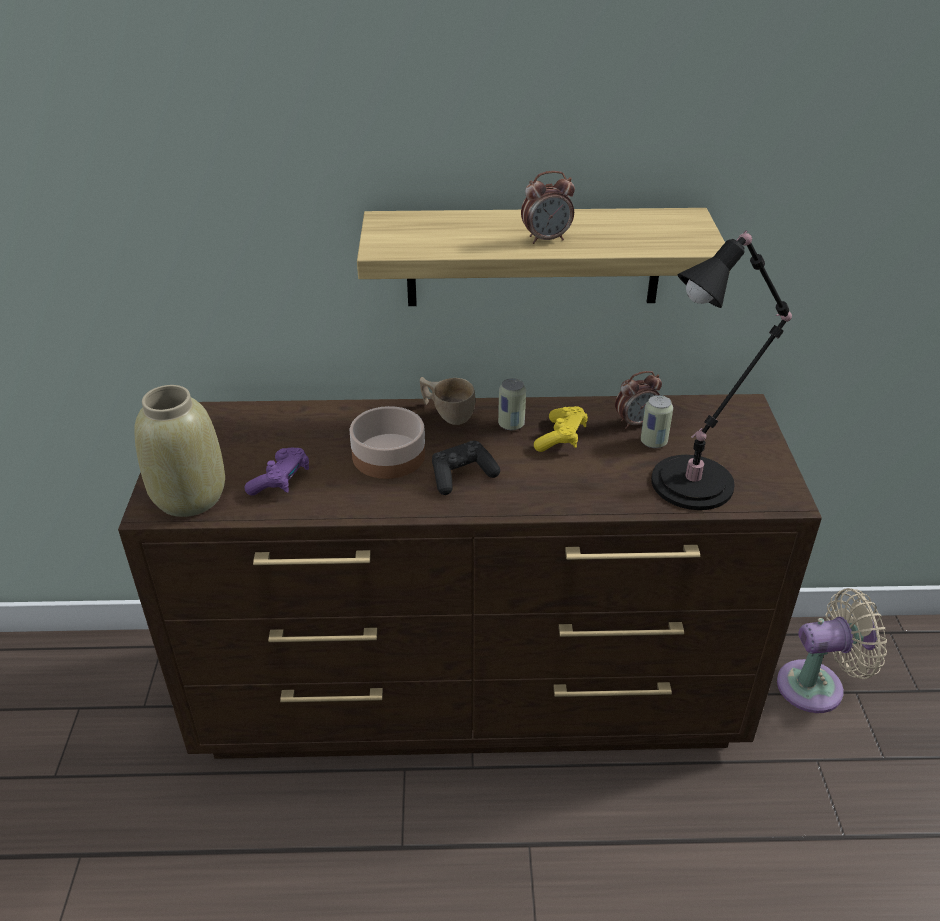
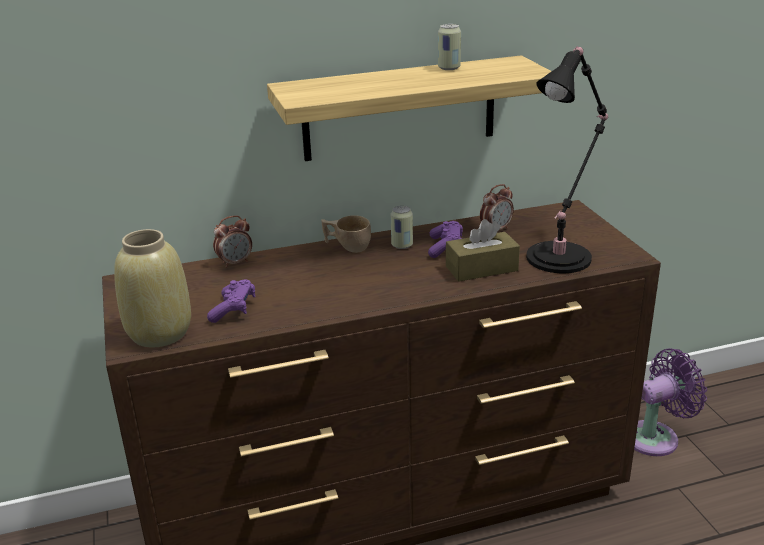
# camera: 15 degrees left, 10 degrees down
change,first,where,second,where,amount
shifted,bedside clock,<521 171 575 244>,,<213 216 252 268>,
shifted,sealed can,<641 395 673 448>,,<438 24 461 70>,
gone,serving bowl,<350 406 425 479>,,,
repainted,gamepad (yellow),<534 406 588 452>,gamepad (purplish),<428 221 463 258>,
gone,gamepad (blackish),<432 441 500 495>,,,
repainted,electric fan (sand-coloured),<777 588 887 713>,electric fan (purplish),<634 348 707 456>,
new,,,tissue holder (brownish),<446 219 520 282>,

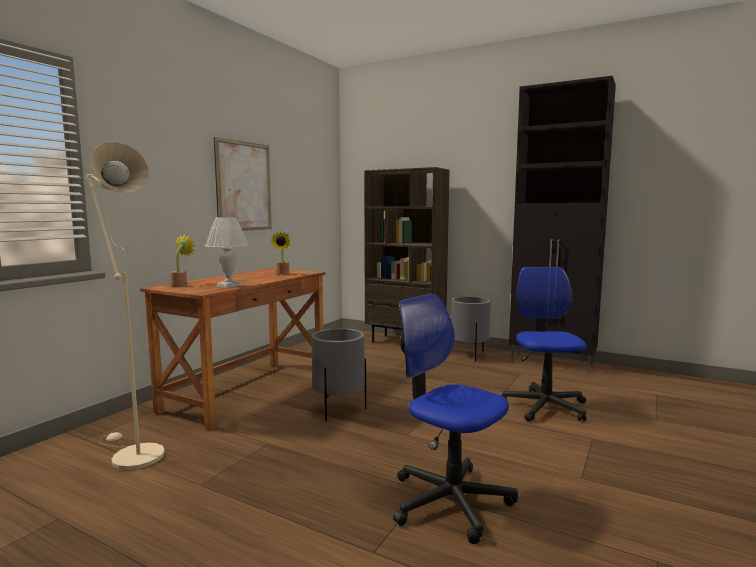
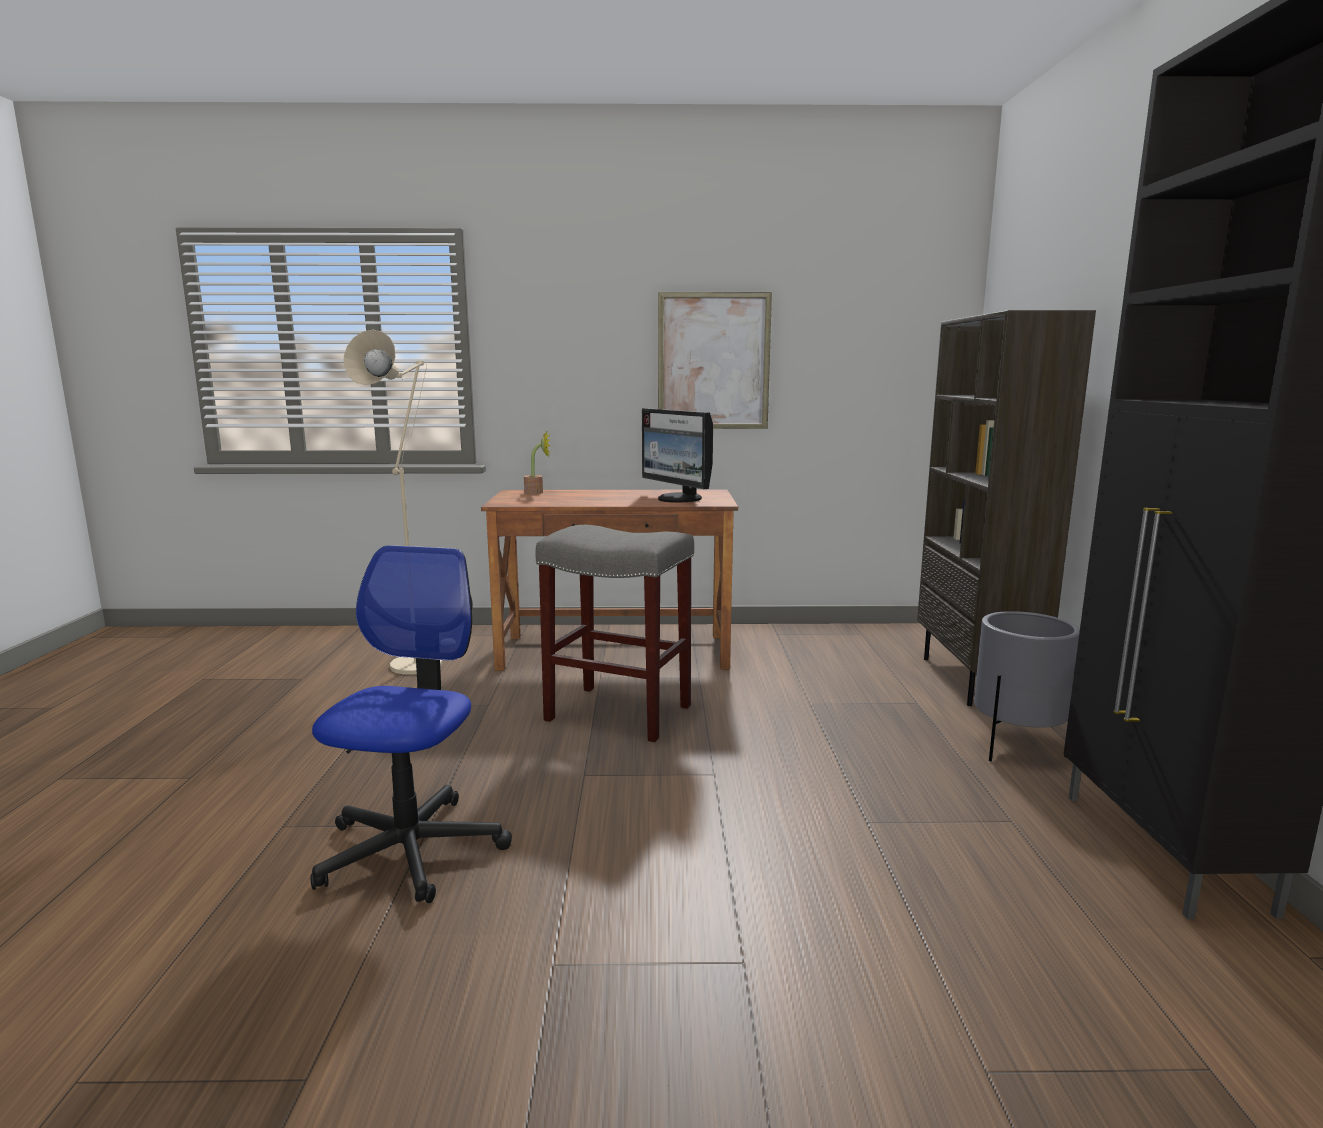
# camera: 60 degrees right, 5 degrees up
change,first,where,second,where,amount
gone,lamp for a table (white-coloured),<205 217 249 288>,,,
swapped,houseplant,<270 231 292 275>,computer display,<642 408 713 502>,
gone,computer chair,<501 267 586 422>,,,
swapped,planter (grey),<311 328 366 421>,stool seat (grey),<535 525 694 742>,

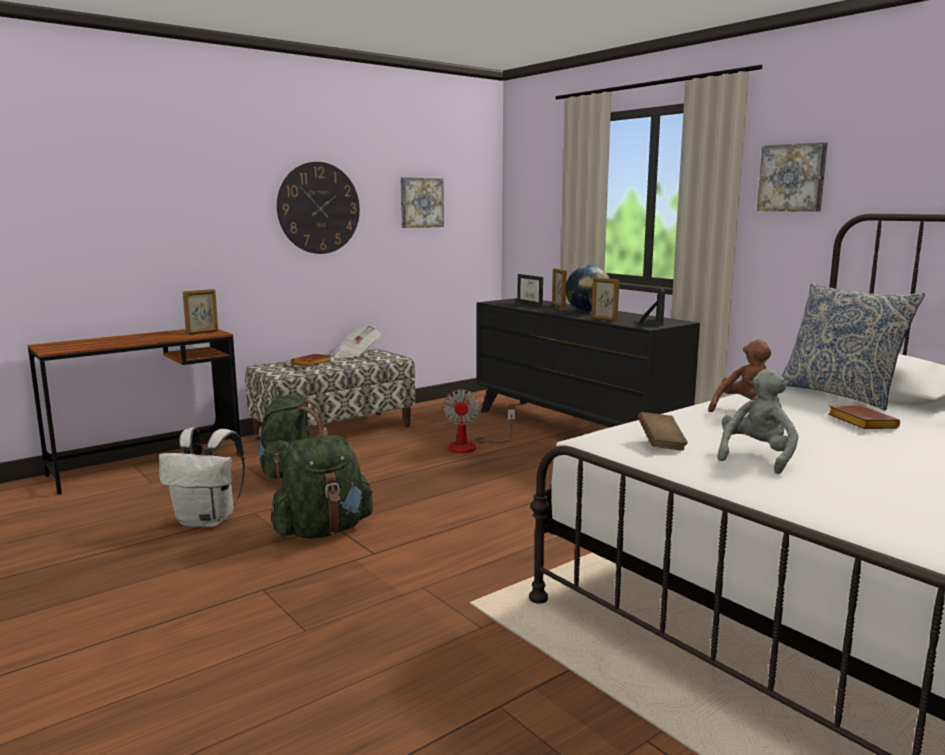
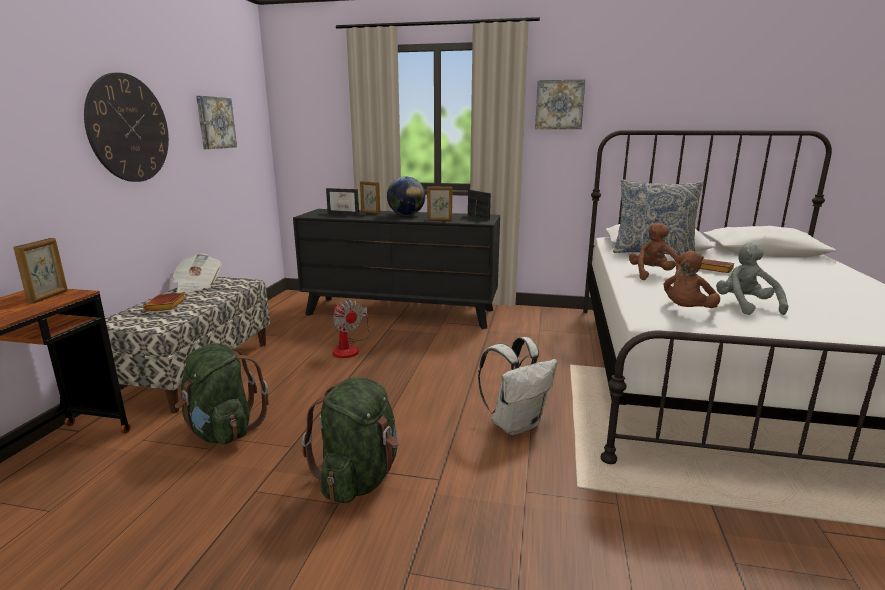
# camera: 40 degrees left, 5 degrees up
change,first,where,second,where,amount
swapped,bound book (brownish),<638 412 688 451>,plush toy (brownish),<663 251 720 308>,
shifted,knapsack (white-coloured),<159 428 245 528>,,<478 337 557 435>,

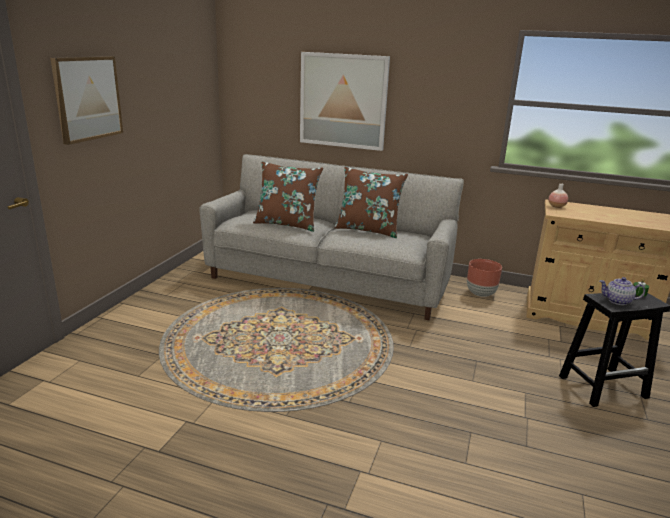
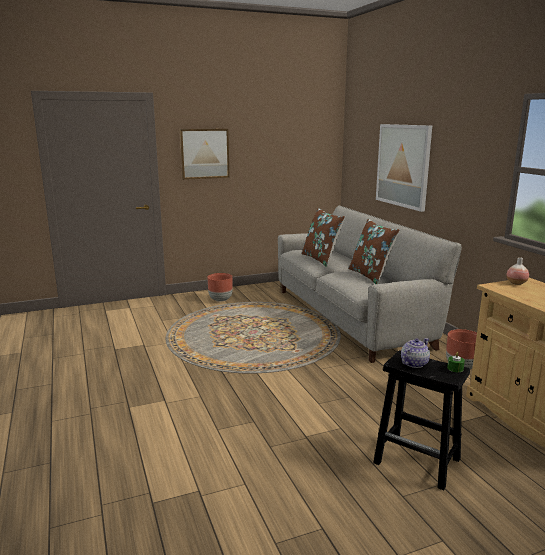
# camera: 50 degrees right, 5 degrees down
change,first,where,second,where,amount
rotated,pot for tea,<599 277 645 305>,,<401 338 430 368>,75 degrees clockwise
new,,,planter (brownish),<207 273 233 302>,

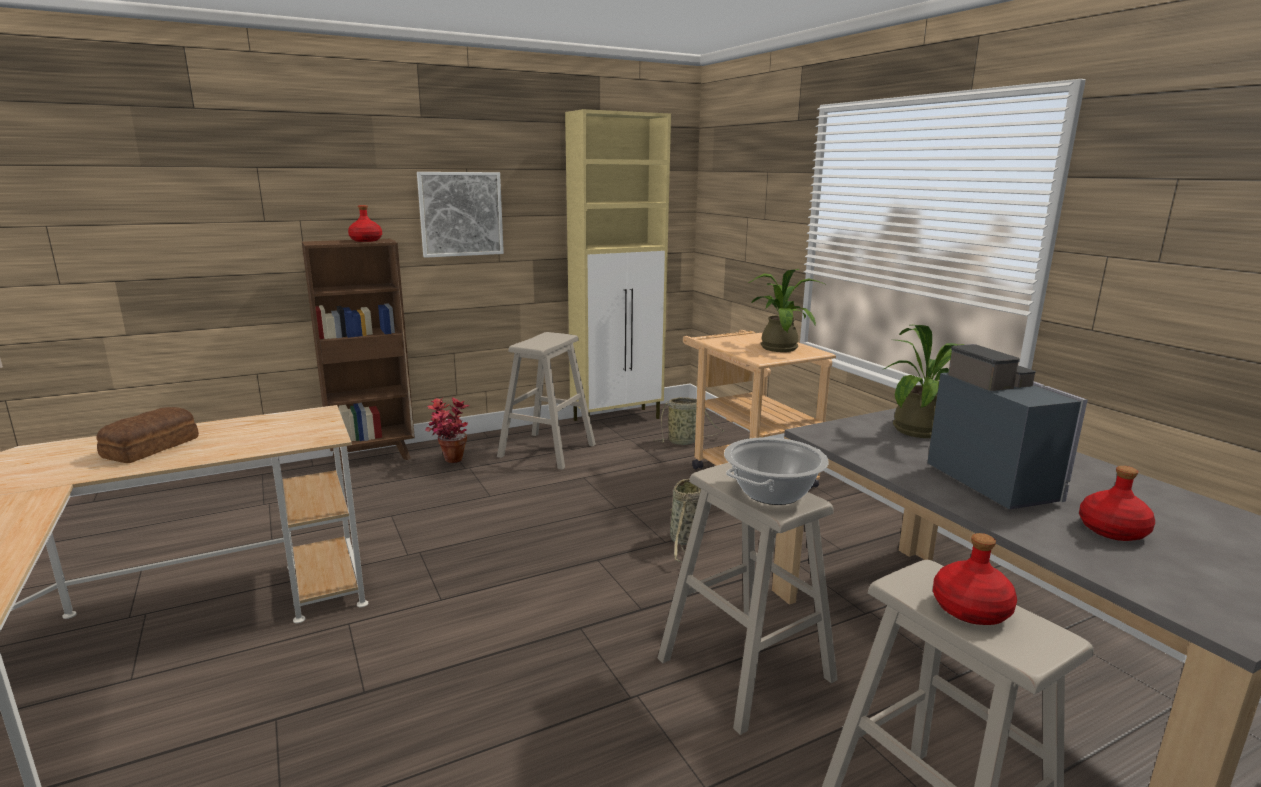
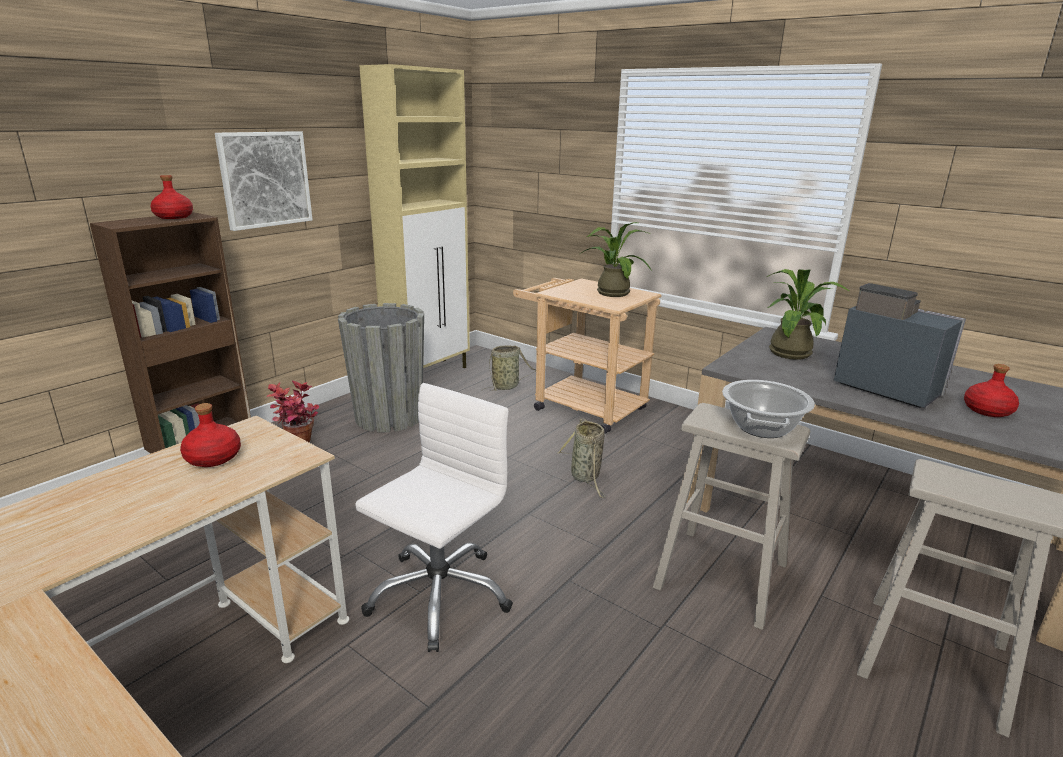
# camera: 25 degrees left, 5 degrees up
change,first,where,second,where,amount
swapped,stool seat (sand-coloured),<497 332 596 470>,planter (grey),<338 303 424 432>,
gone,baked bread,<96 407 199 463>,,,
shifted,drink bottle (reddish),<933 533 1017 625>,,<180 403 241 467>,
new,,,computer chair (white-coloured),<355 383 513 652>,

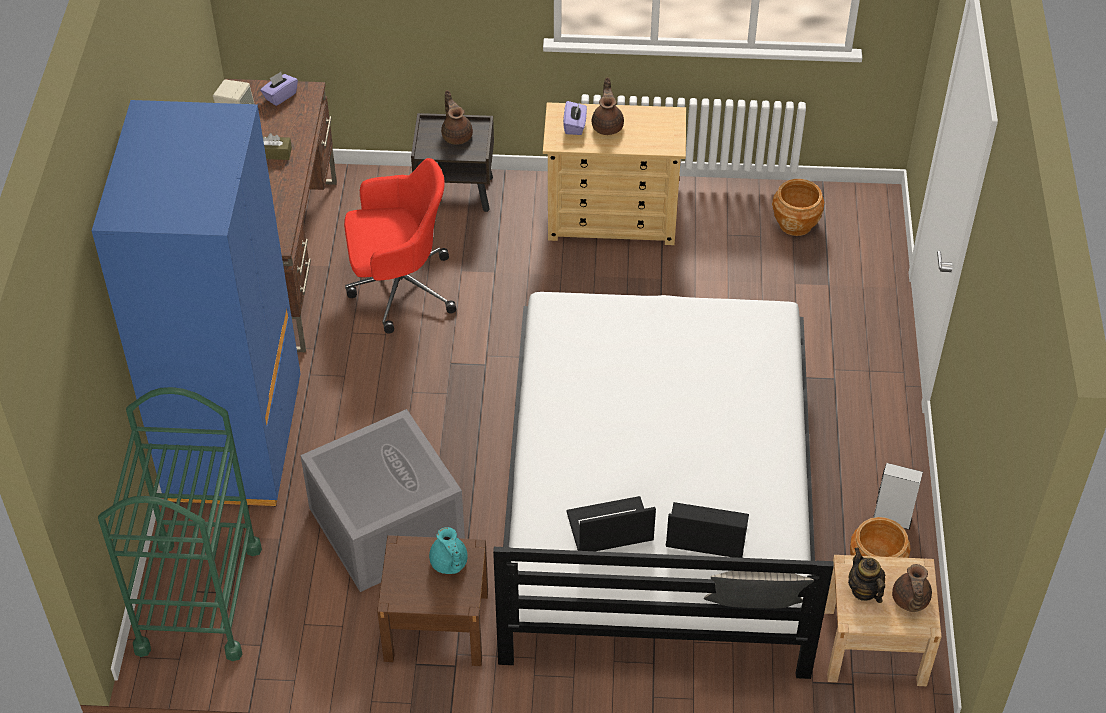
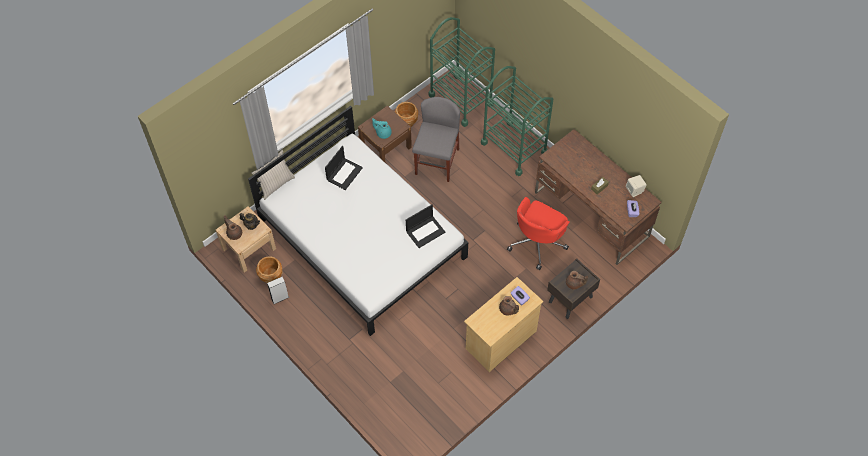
# camera: 135 degrees right, 10 degrees up
change,first,where,second,where,amount
swapped,armoire (blue),<92 100 301 506>,cart (green-coloured),<481 66 553 176>,
shifted,planter (brownish),<772 179 824 236>,,<395 102 418 127>,
swapped,storage container (grey),<300 409 465 592>,plain chair (grey),<412 97 460 182>,
shifted,portable computer,<666 502 749 558>,,<406 205 446 248>,

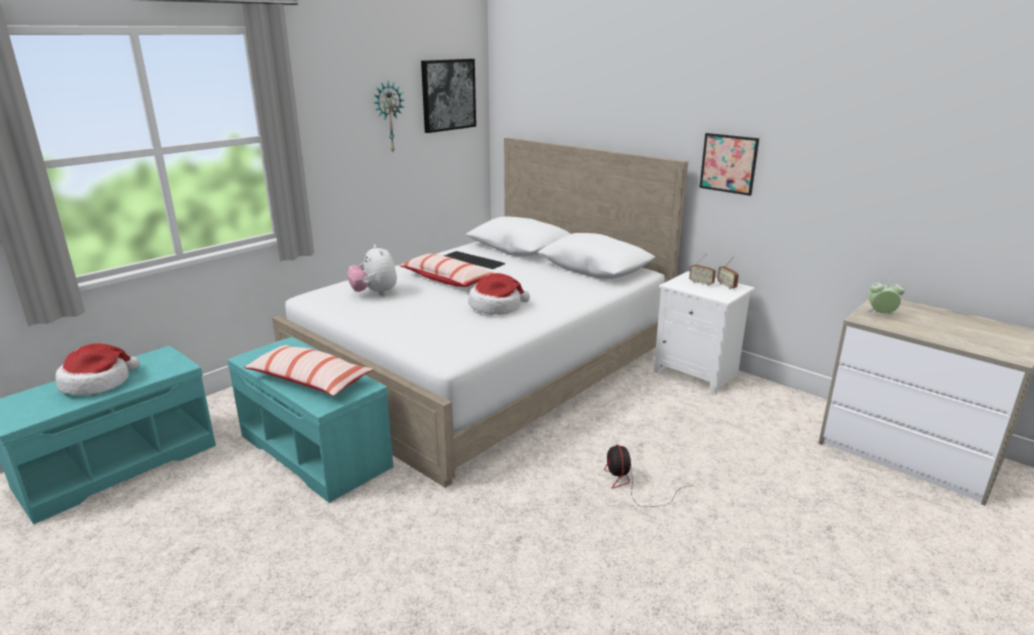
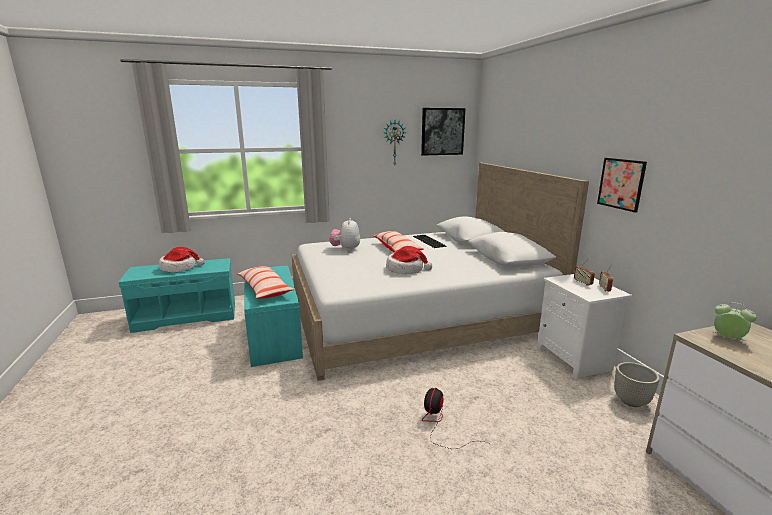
# camera: 30 degrees right, 5 degrees down
change,first,where,second,where,amount
new,,,planter (grey),<614 362 659 407>,

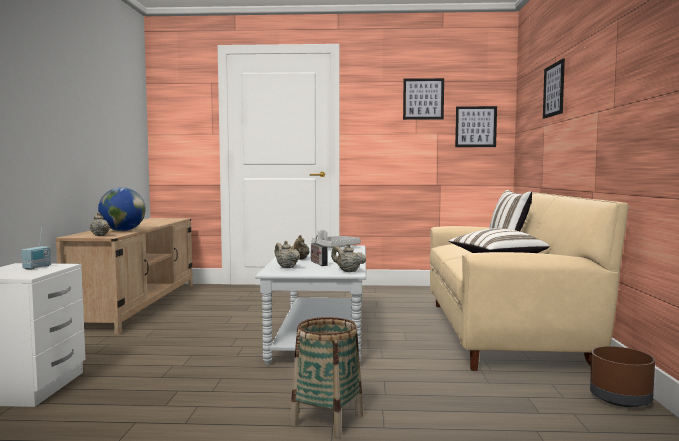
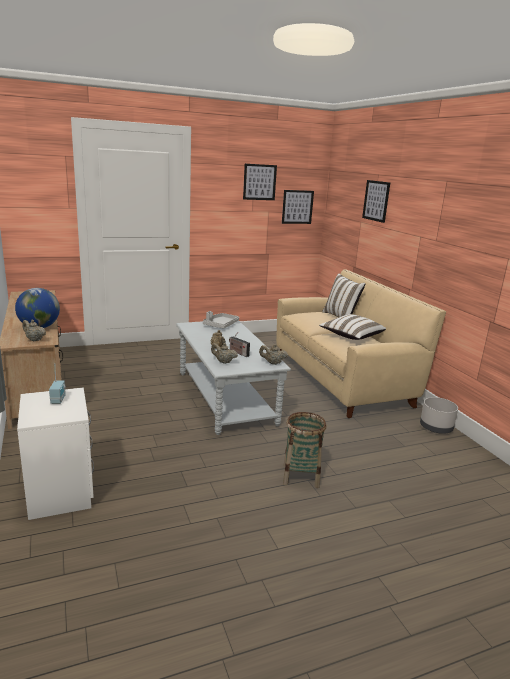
# camera: 25 degrees left, 15 degrees up
change,first,where,second,where,amount
repainted,planter (brownish),<590 346 655 407>,planter (grey),<420 397 458 434>,

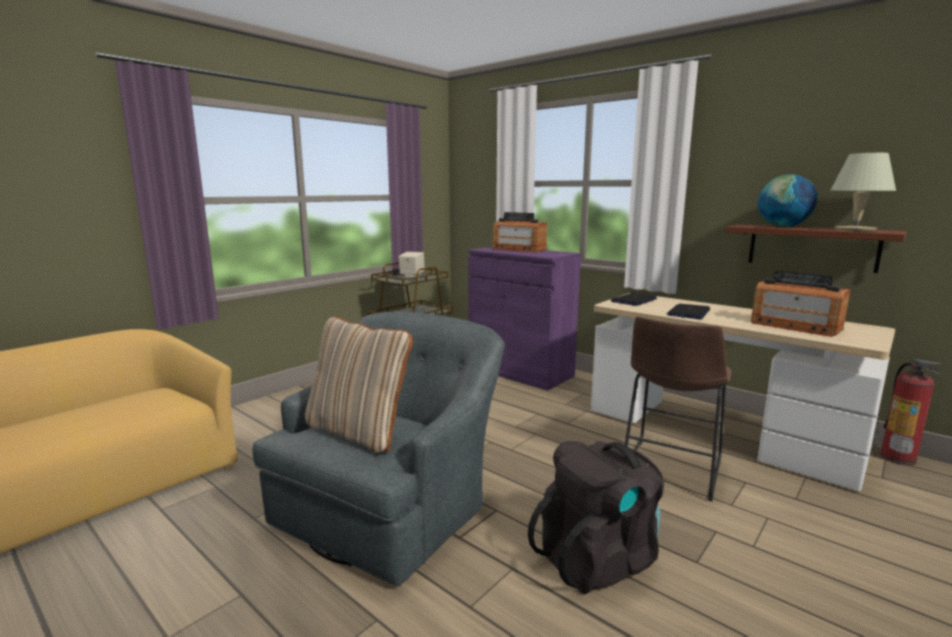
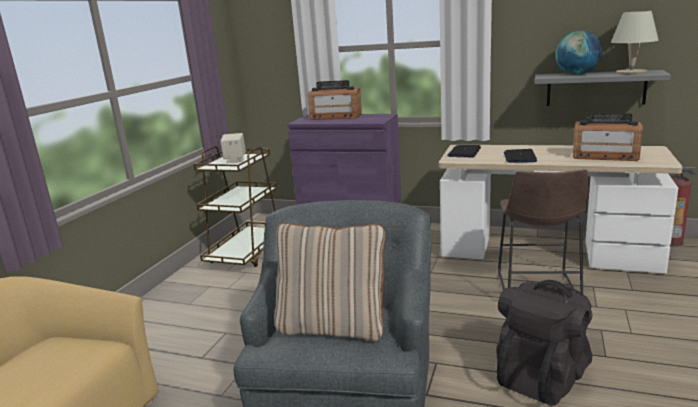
# camera: 20 degrees left, 5 degrees up
change,first,where,second,where,amount
repainted,shelf (brownish),<725 224 907 273>,shelf (grey),<535 70 671 106>,

